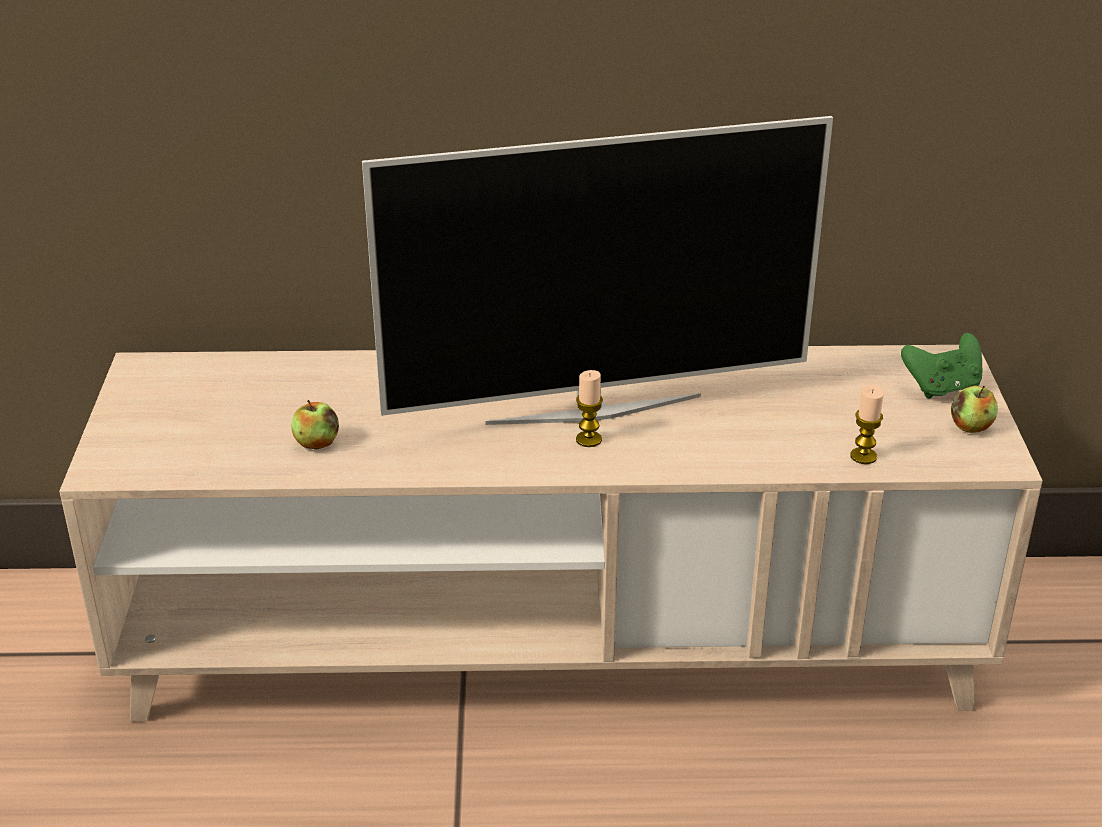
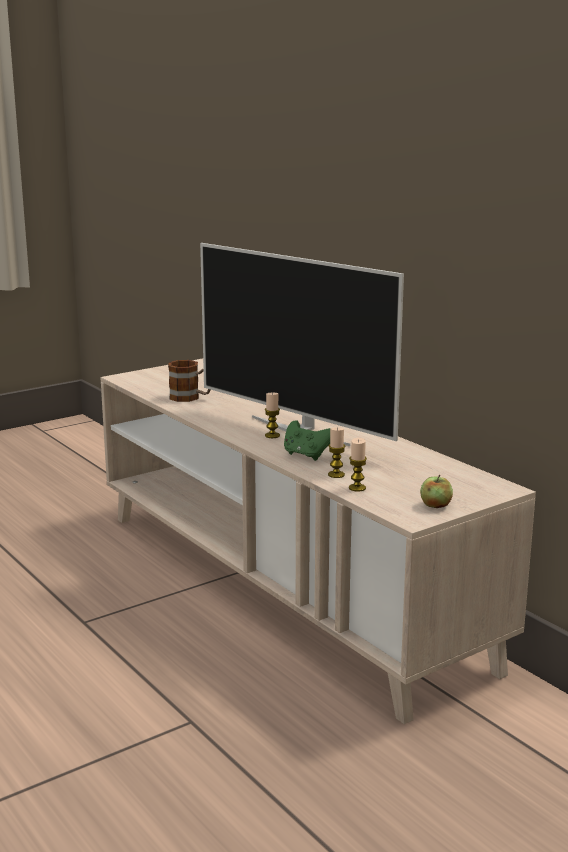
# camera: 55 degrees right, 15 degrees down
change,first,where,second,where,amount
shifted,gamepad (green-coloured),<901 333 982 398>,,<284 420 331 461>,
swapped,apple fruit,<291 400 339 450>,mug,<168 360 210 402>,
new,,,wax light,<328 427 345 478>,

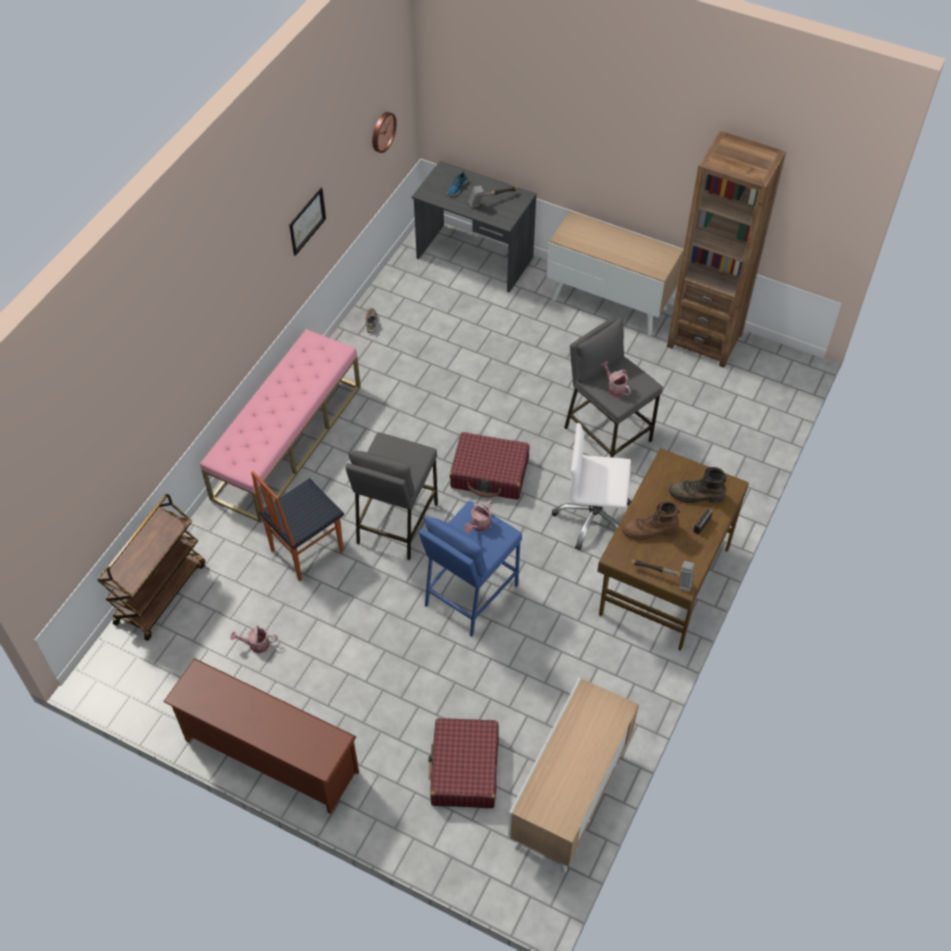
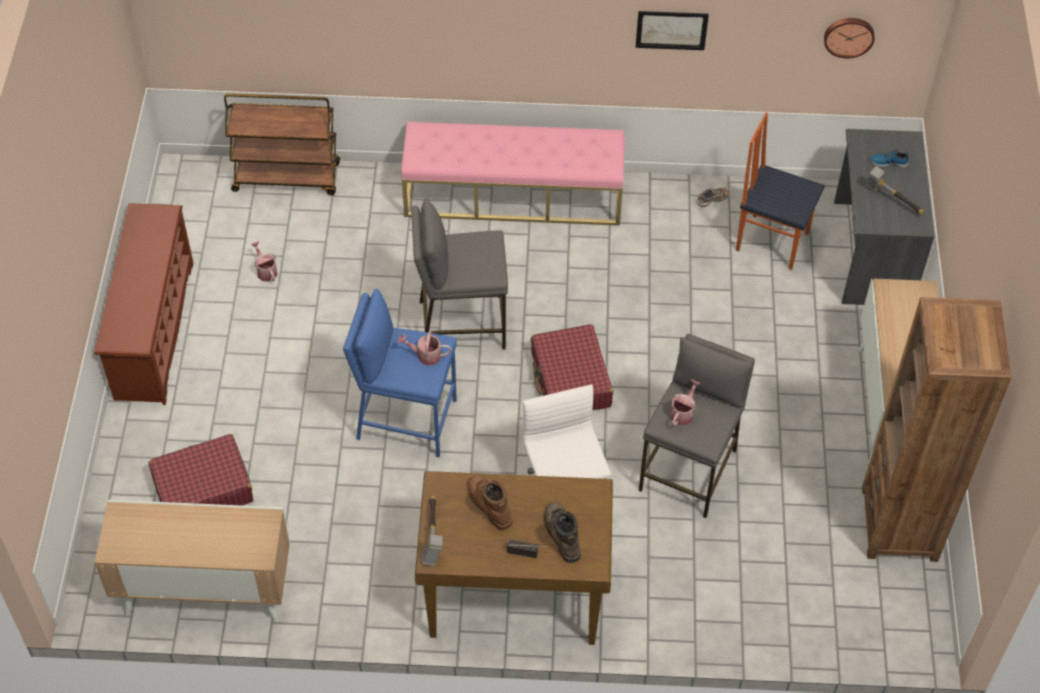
# camera: 65 degrees right, 0 degrees up
change,first,where,second,where,amount
shifted,plain chair,<251 471 344 581>,,<736 112 825 270>,

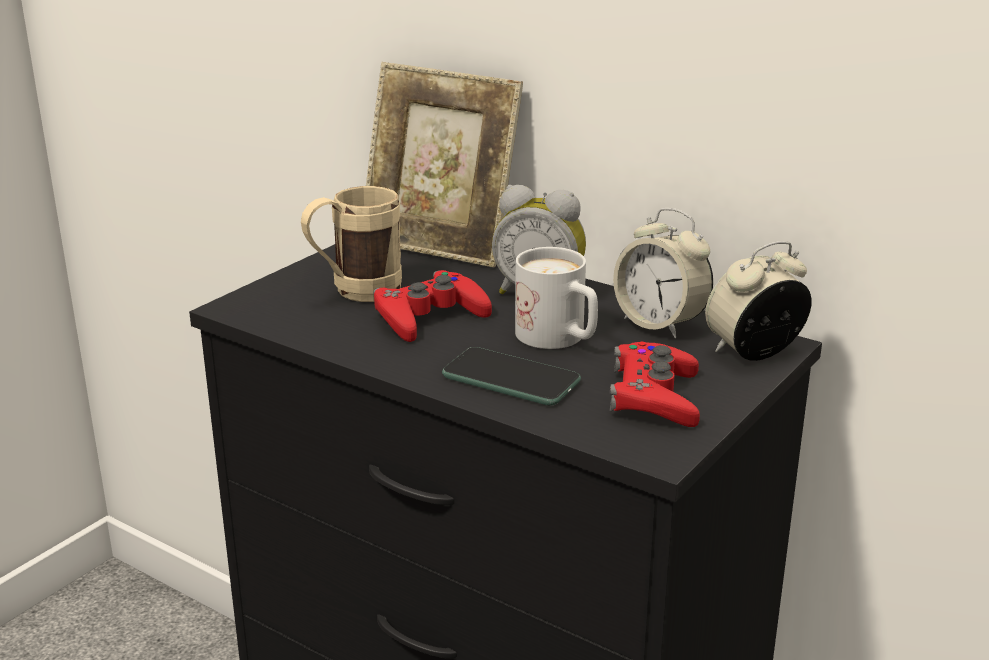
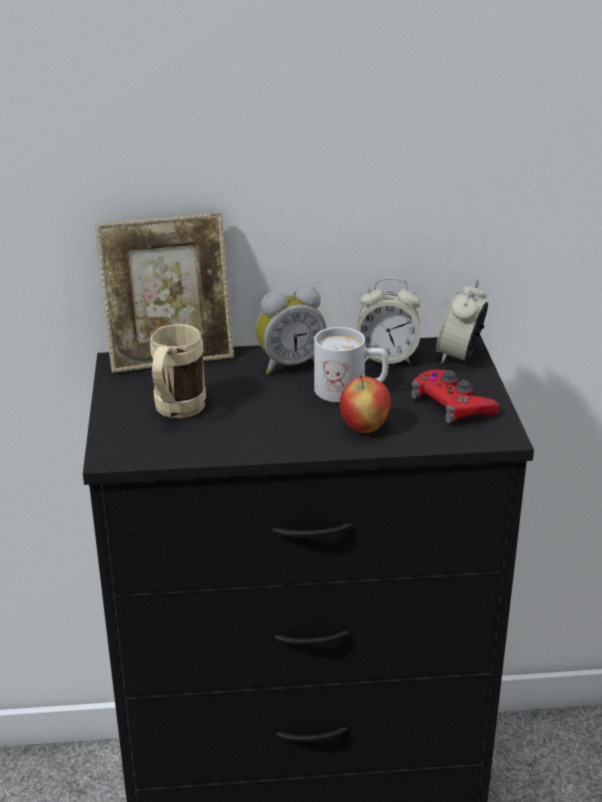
# camera: 40 degrees left, 5 degrees up
change,first,where,second,where,amount
gone,gamepad (reddish),<374 270 492 342>,,,
swapped,handset,<442 347 581 405>,apple fruit,<340 375 391 433>,

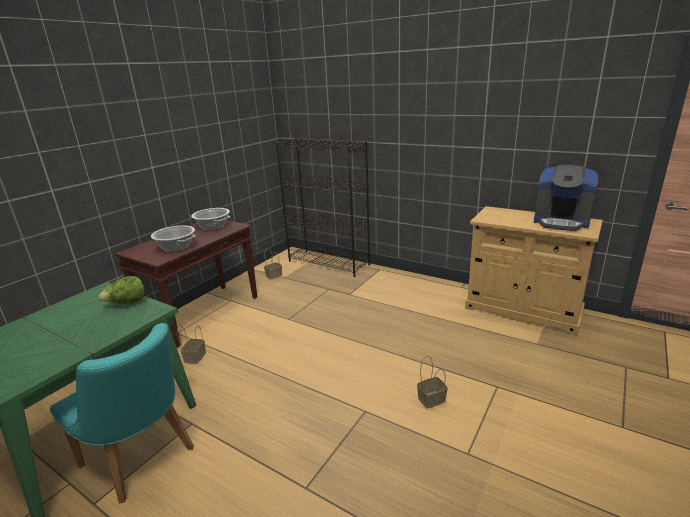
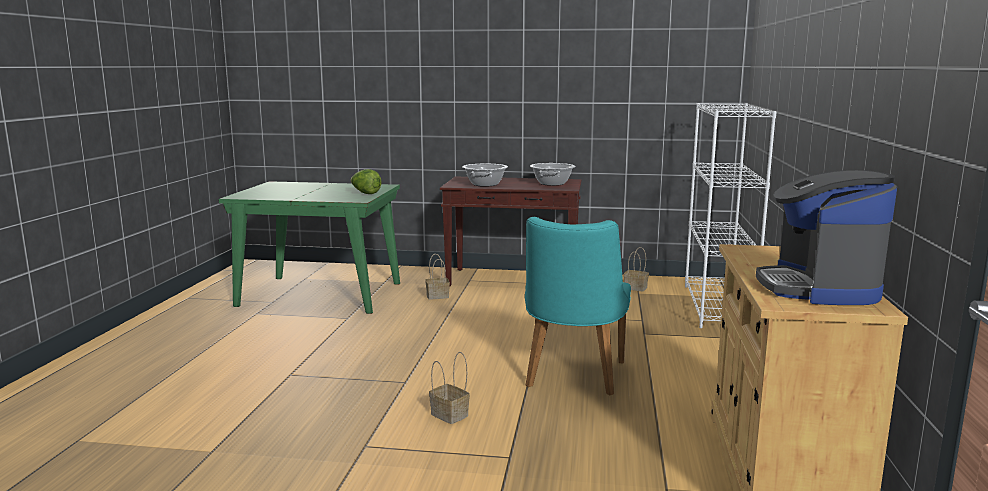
# camera: 65 degrees right, 10 degrees down
change,first,where,second,where,amount
repainted,bookshelf (blackish),<276 138 370 277>,bookshelf (white-coloured),<685 103 777 328>,
shifted,plain chair (turquoise-coloured),<50 323 194 503>,,<525 217 631 395>,

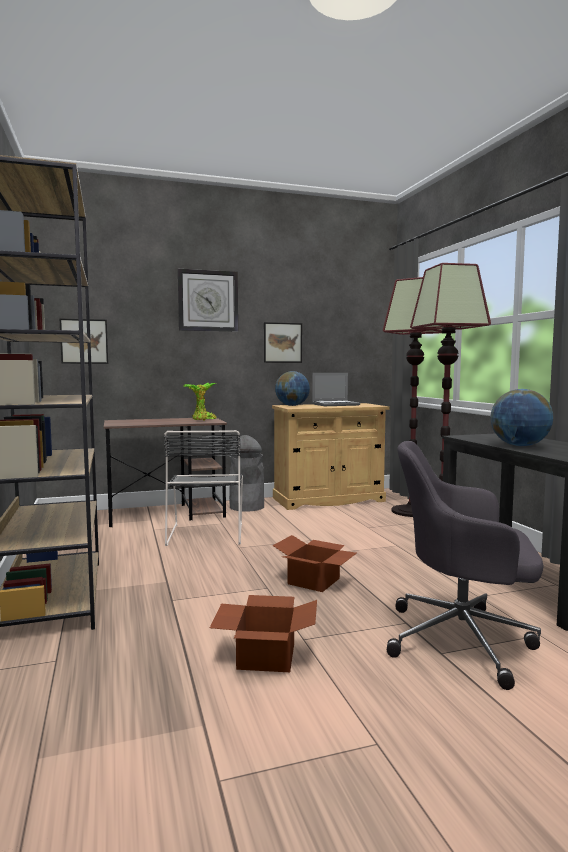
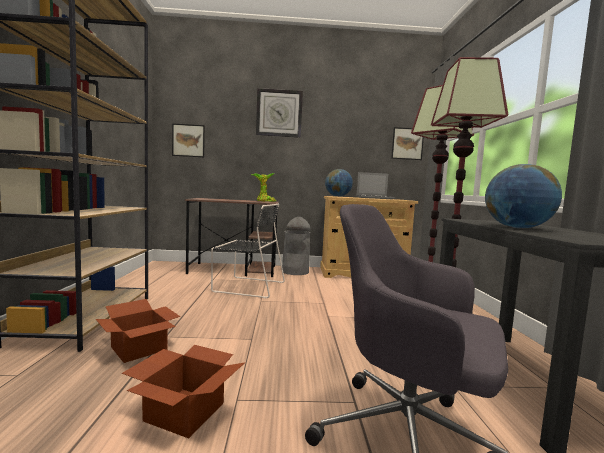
# camera: 15 degrees right, 0 degrees up
change,first,where,second,where,amount
shifted,picture,<264 322 302 363>,,<391 127 424 160>,
rotated,plain chair (blackish),<164 430 243 546>,,<211 203 285 298>,90 degrees counterclockwise
shifted,cardboard box,<272 535 357 592>,,<96 299 180 363>,

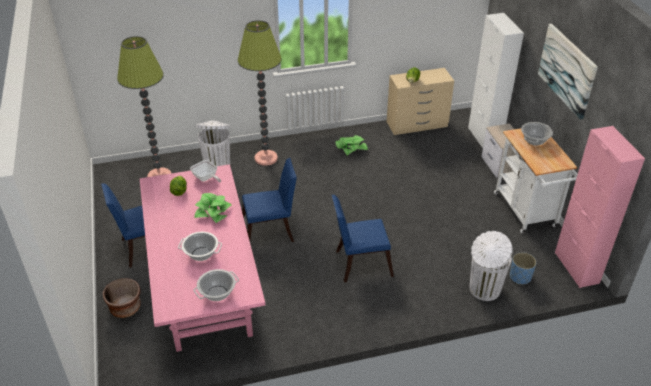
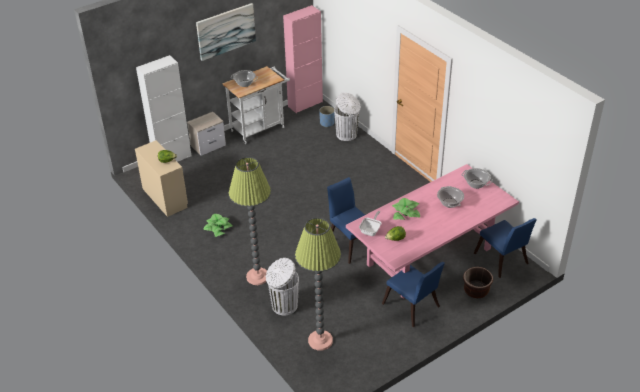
# camera: 110 degrees left, 0 degrees up
change,first,where,second,where,amount
shifted,plain chair (blue),<332 195 394 282>,,<474 218 537 278>,

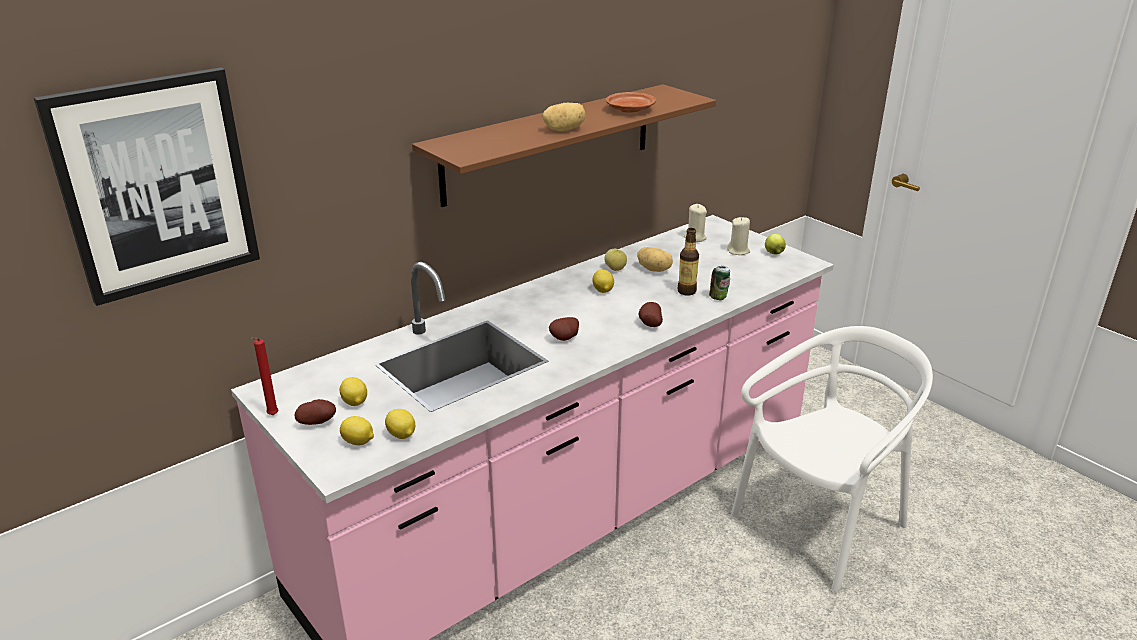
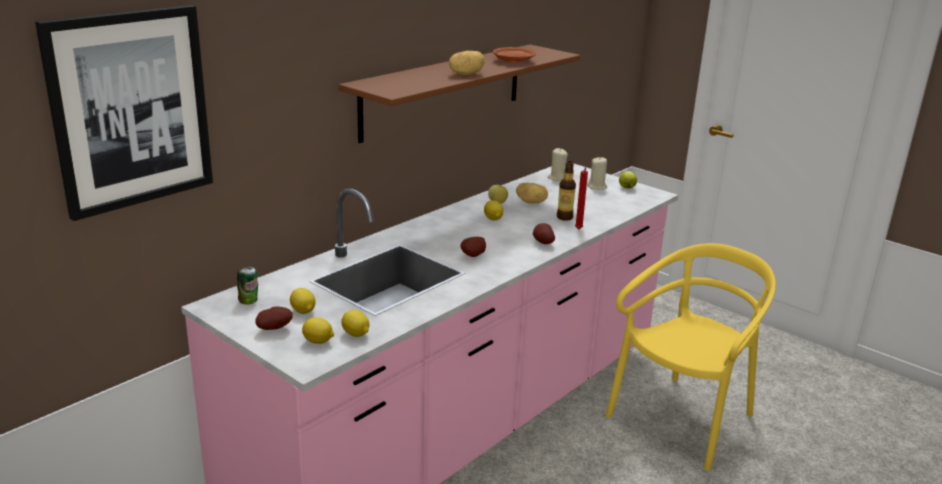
# camera: 10 degrees left, 5 degrees down
change,first,where,second,where,amount
shifted,sealed can,<709 266 730 300>,,<237 267 258 304>,
repainted,plain chair (white-coloured),<731 326 933 592>,plain chair (yellow),<606 243 776 470>,
shifted,wax light (reddish),<251 338 279 415>,,<575 167 588 229>,

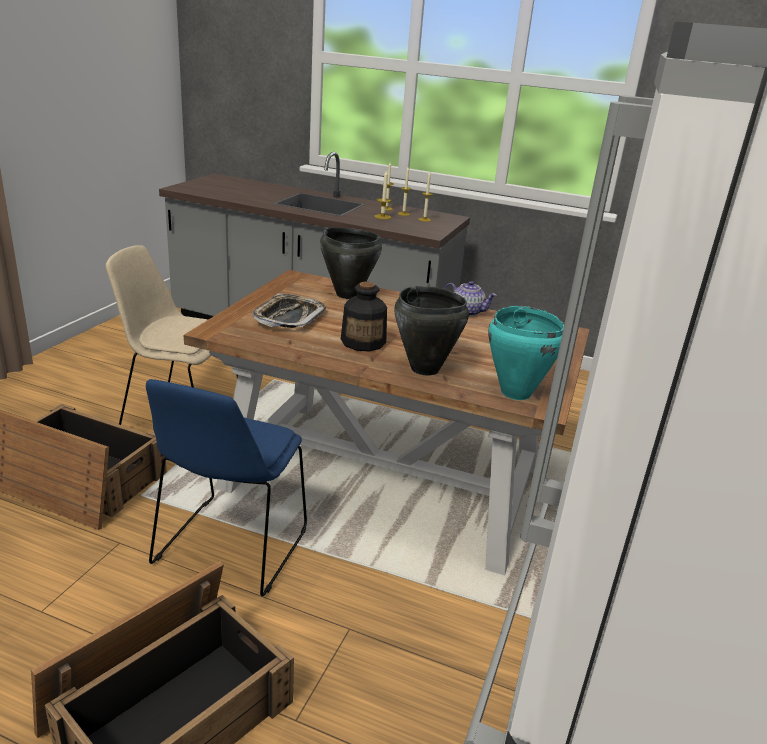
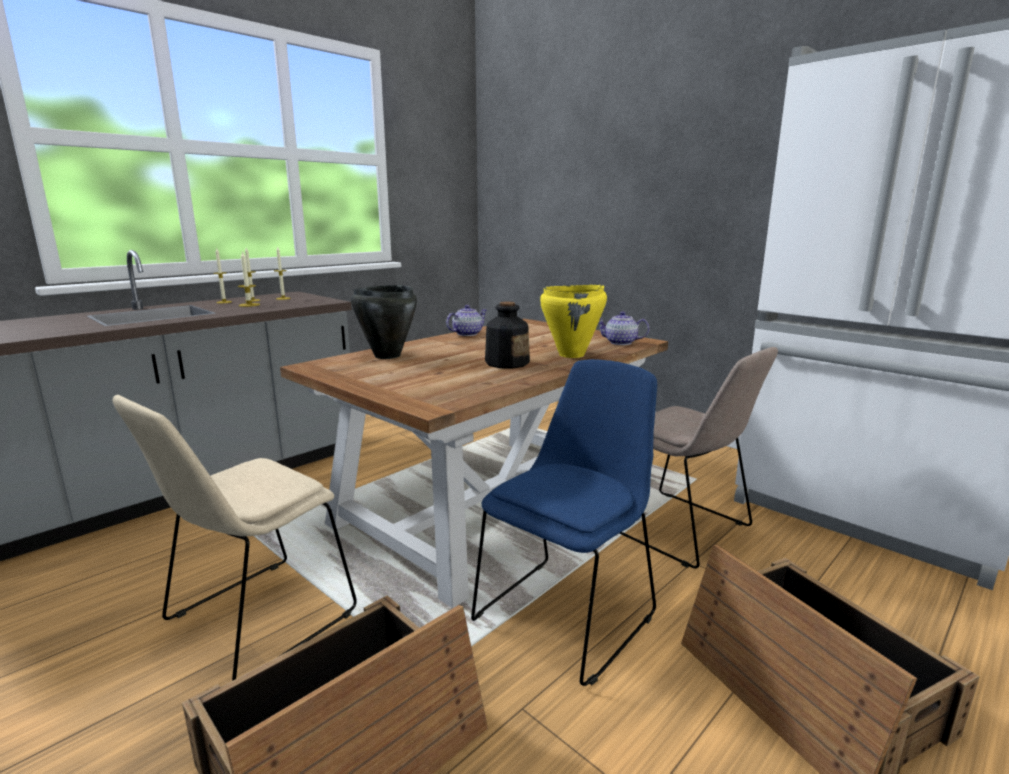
# camera: 65 degrees left, 10 degrees down
change,first,where,second,where,amount
repainted,saucepot (blackish),<394 286 469 375>,saucepot (yellow),<540 285 607 358>,
gone,tray,<252 294 326 328>,,,
swapped,saucepot (turquoise-coloured),<488 306 564 400>,pot for tea,<599 311 649 345>,
rotated,plain chair (blue),<146 379 307 596>,,<471 359 657 686>,90 degrees counterclockwise
new,,,plain chair (sand-coloured),<619 347 778 569>,

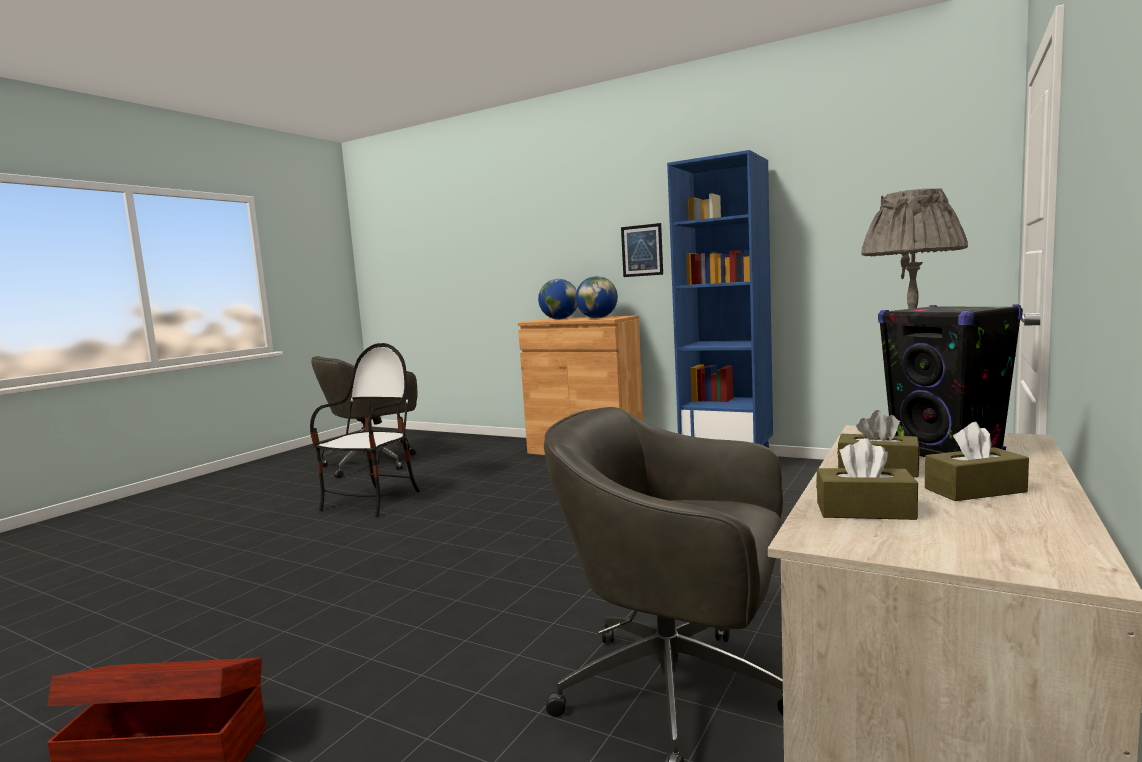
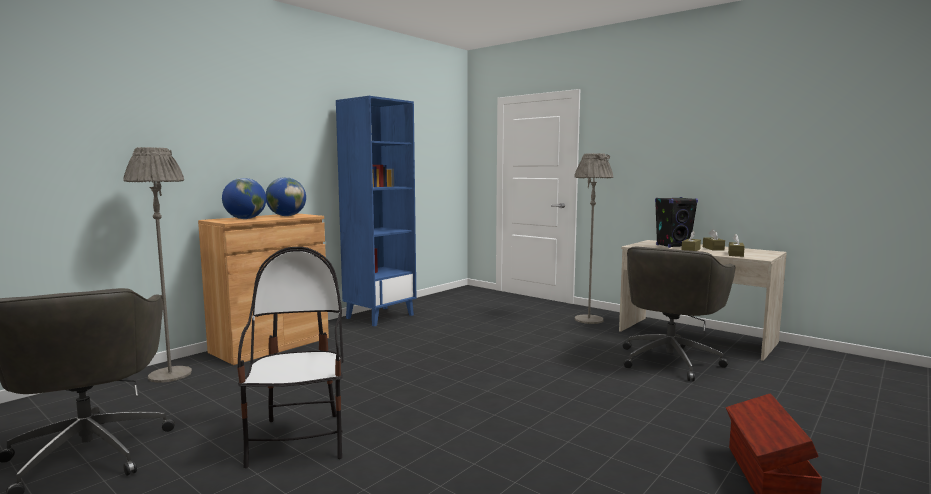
# camera: 80 degrees left, 0 degrees up
change,first,where,second,where,amount
gone,picture,<621 223 663 277>,,,
rotated,plain chair,<310 343 420 517>,,<237 247 343 468>,45 degrees clockwise
new,,,standing lamp (grey),<123 147 192 383>,

